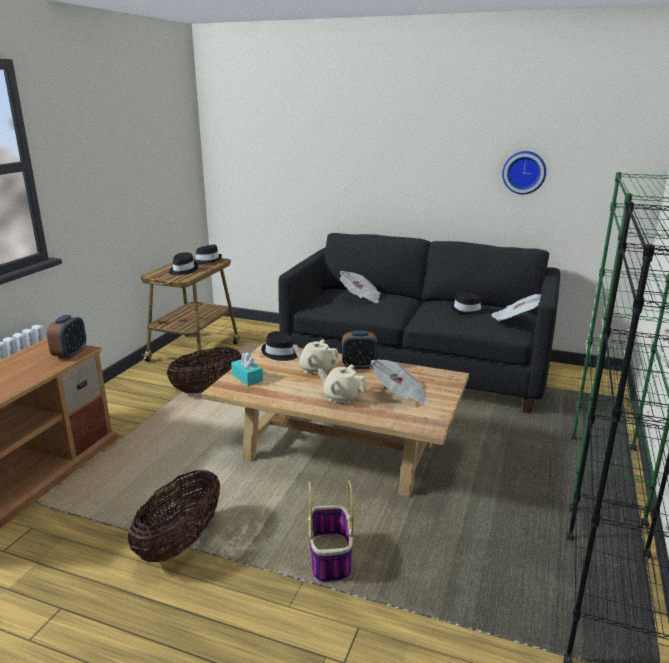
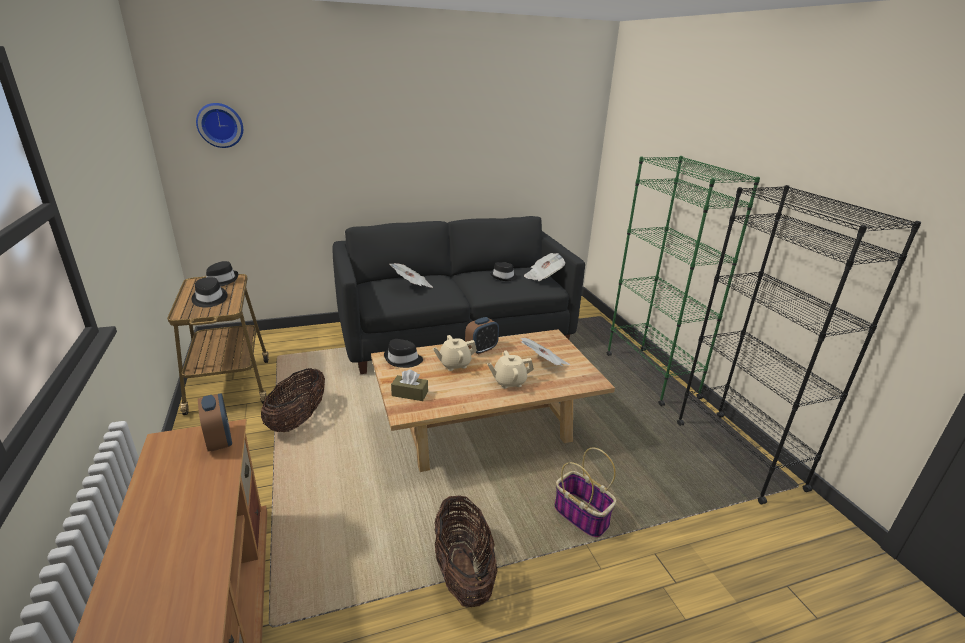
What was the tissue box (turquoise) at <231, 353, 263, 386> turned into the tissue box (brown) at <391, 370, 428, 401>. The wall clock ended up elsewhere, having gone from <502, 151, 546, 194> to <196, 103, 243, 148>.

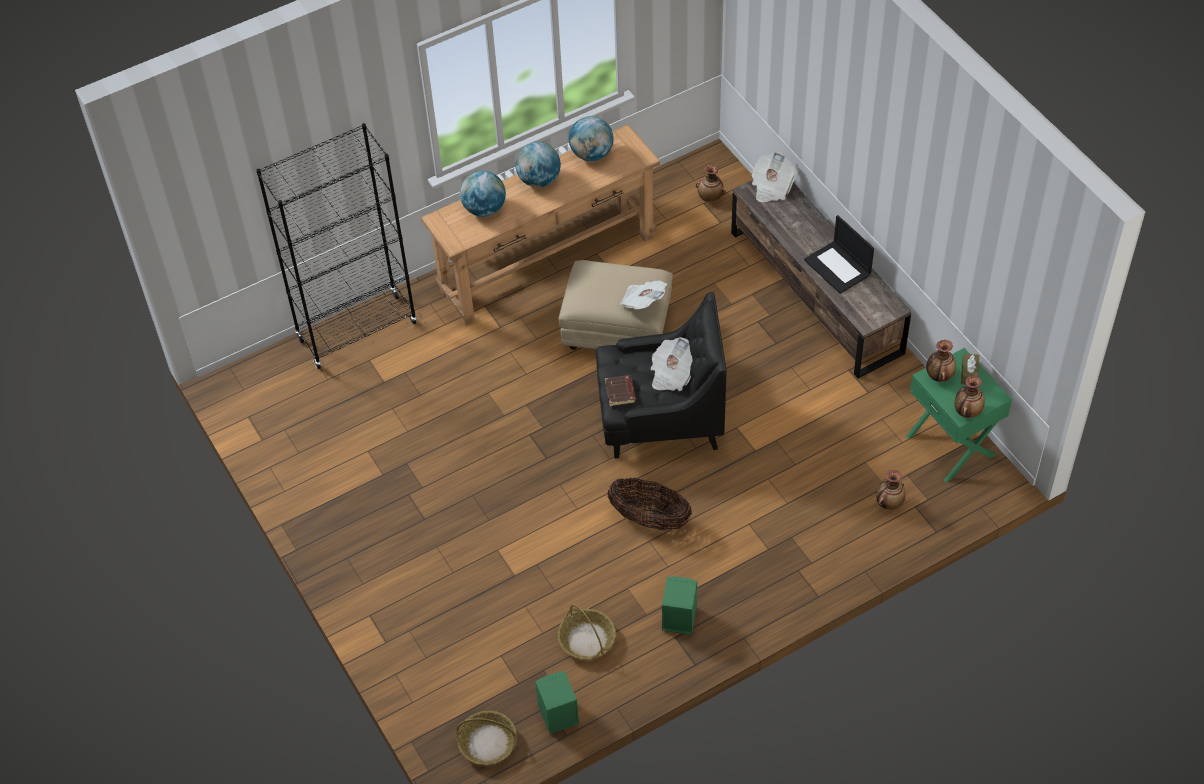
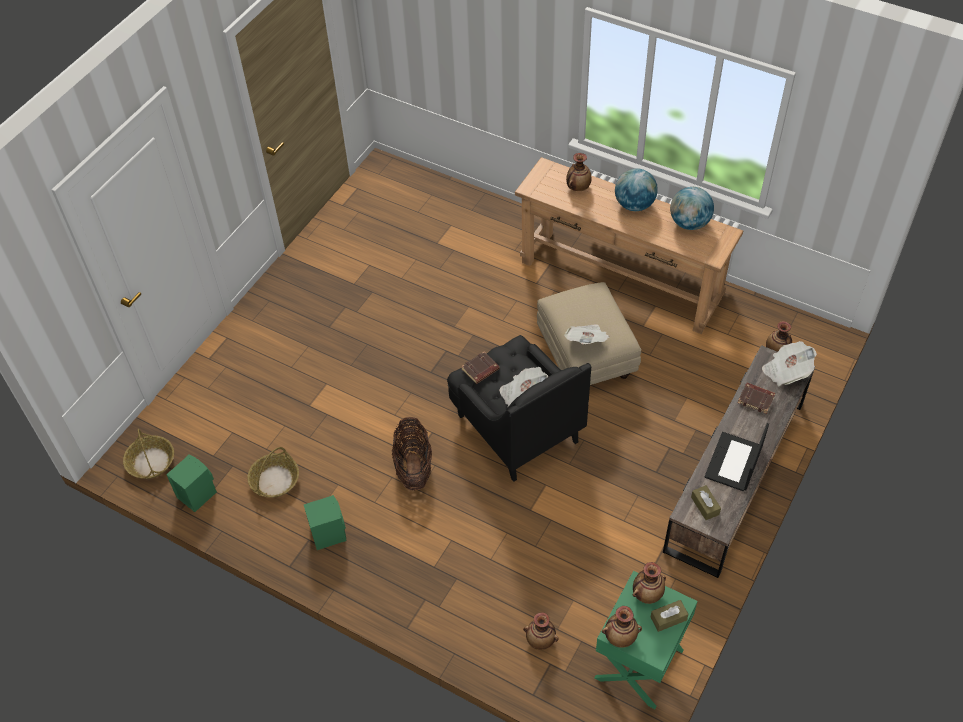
The second view lost the bookcase (black) at <256, 123, 417, 369>. Where the globe stood at <460, 171, 506, 217>, the vase came to stand at <566, 153, 591, 191>. The second view gained the tissue box (brown) at <691, 485, 721, 520>. The second view gained the book (brown) at <738, 383, 775, 414>.

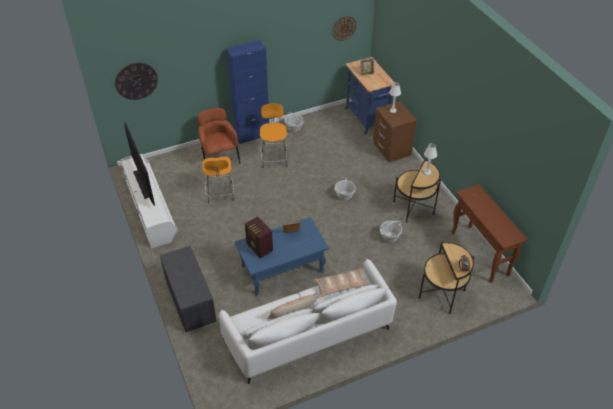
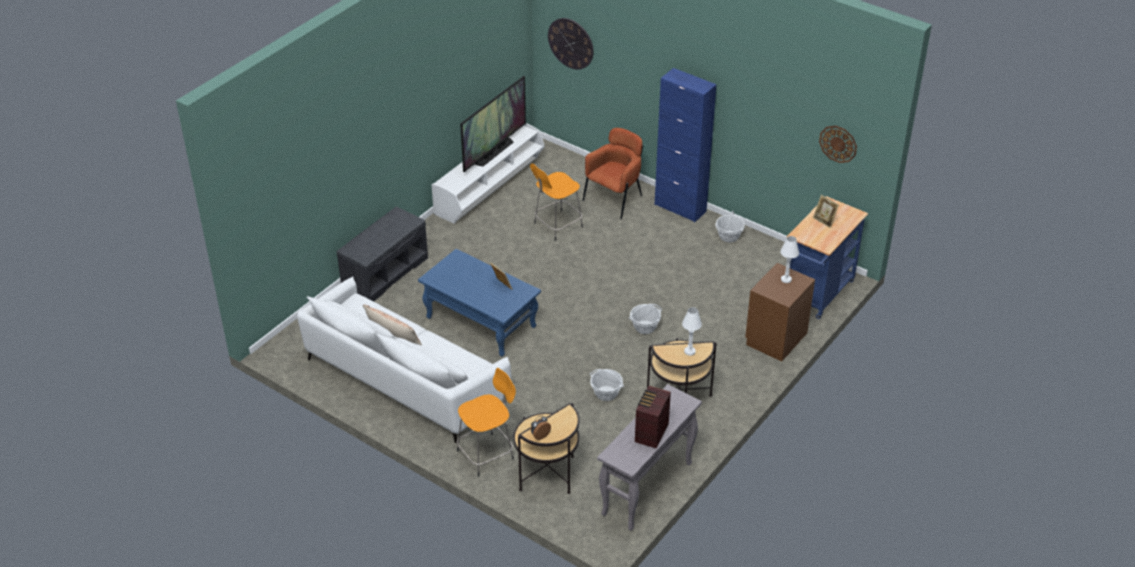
The radio ended up elsewhere, having gone from <245, 216, 273, 258> to <635, 386, 671, 449>. The stool (orange) ended up elsewhere, having gone from <260, 104, 287, 168> to <457, 368, 516, 477>. The second view lost the pillow at <314, 268, 369, 297>. What was the console table (brown) at <451, 184, 528, 283> turned into the console table (grey) at <597, 384, 702, 531>.

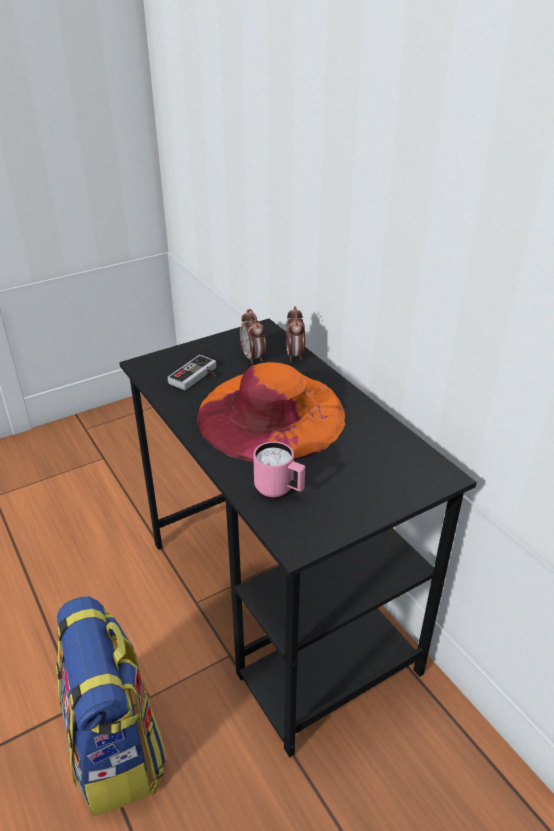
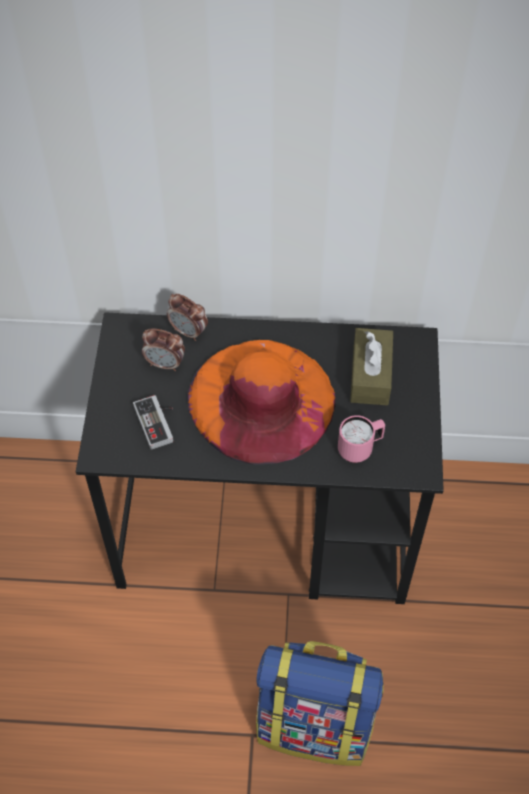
The second view gained the tissue box (brown) at <350, 328, 393, 405>.

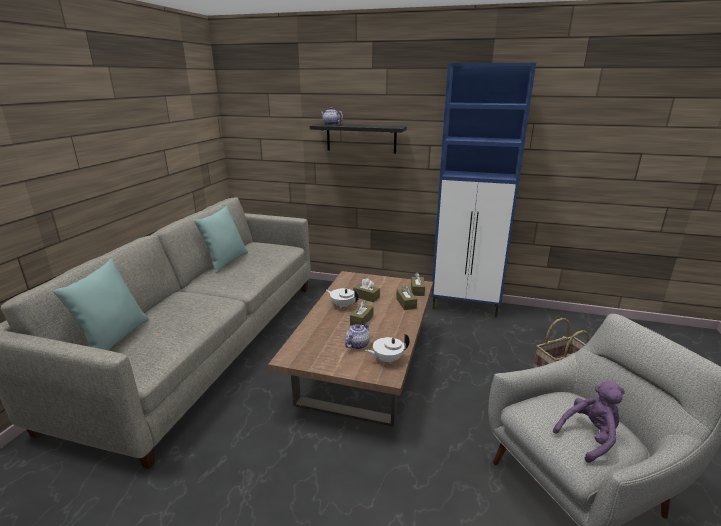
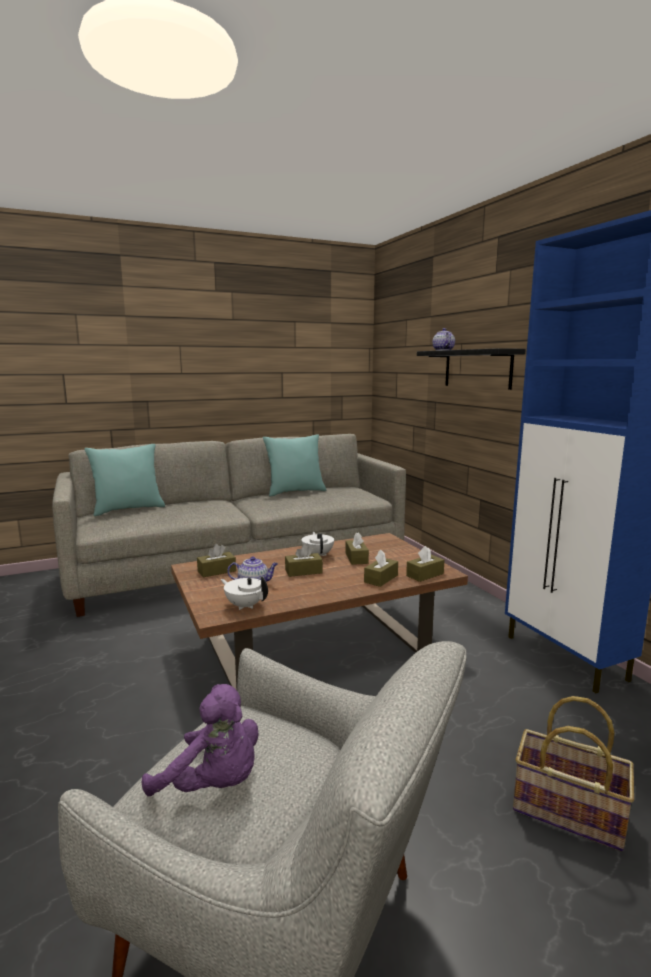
The second view gained the tissue box (brown) at <197, 544, 236, 577>.

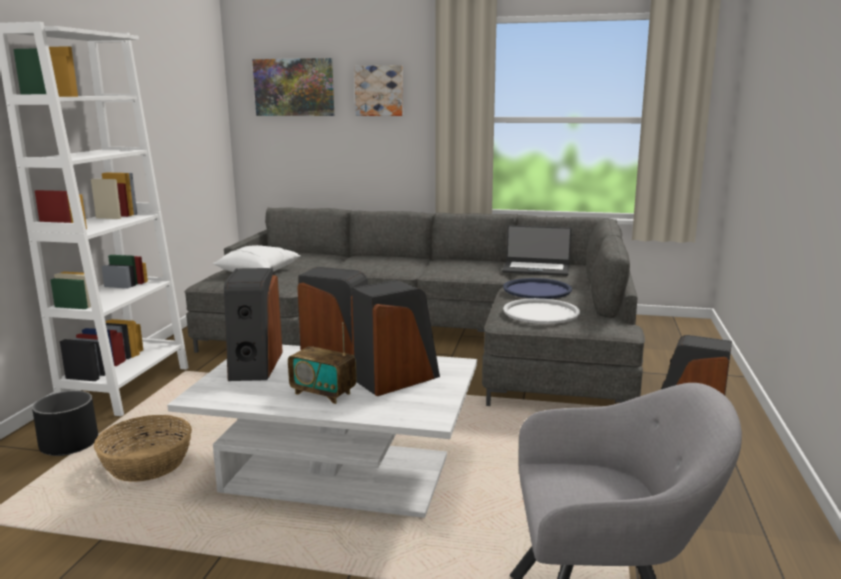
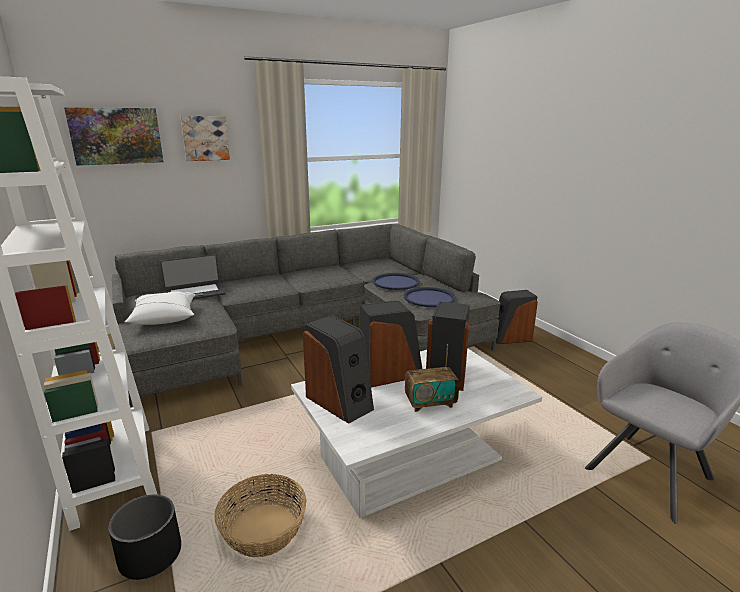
The laptop ended up elsewhere, having gone from <502, 225, 572, 276> to <160, 254, 225, 300>. What was the tray (white) at <503, 298, 580, 324> turned into the tray (blue) at <404, 287, 456, 307>.

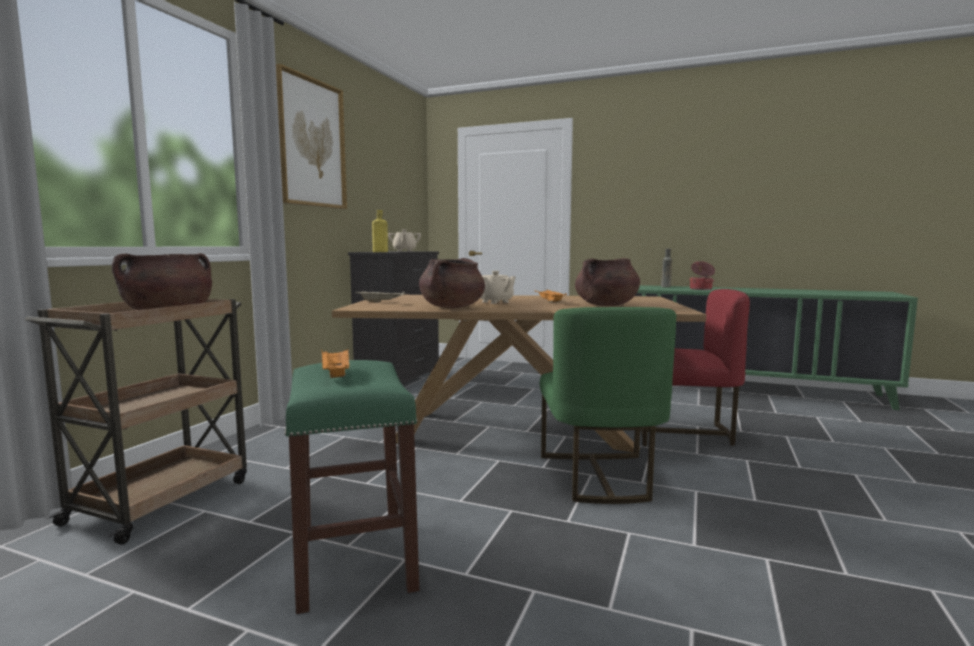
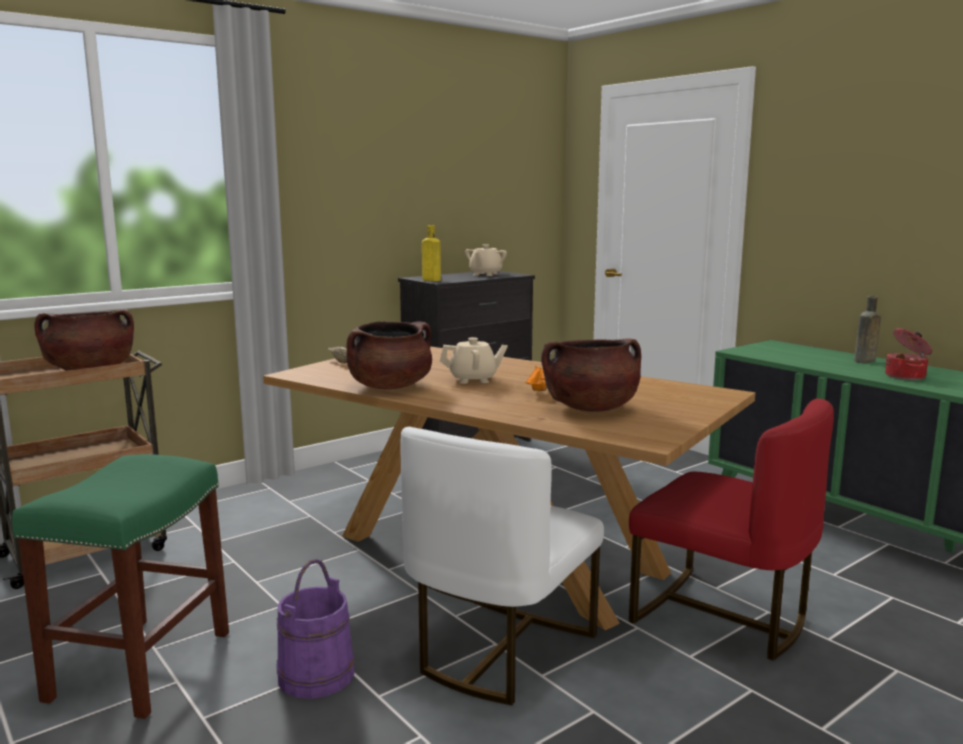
The second view lost the picture at <276, 64, 347, 209>. The second view lost the tray (orange) at <321, 350, 349, 378>. What was the chair (green) at <540, 307, 676, 504> turned into the chair (white) at <401, 427, 604, 705>. The second view gained the bucket (purple) at <276, 559, 355, 699>.

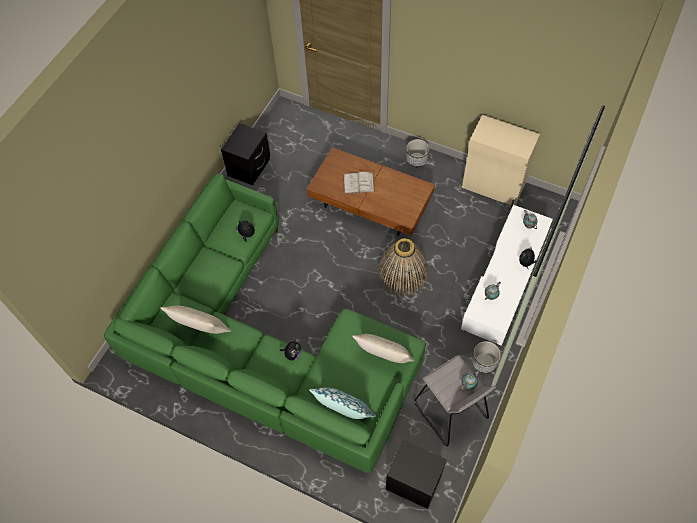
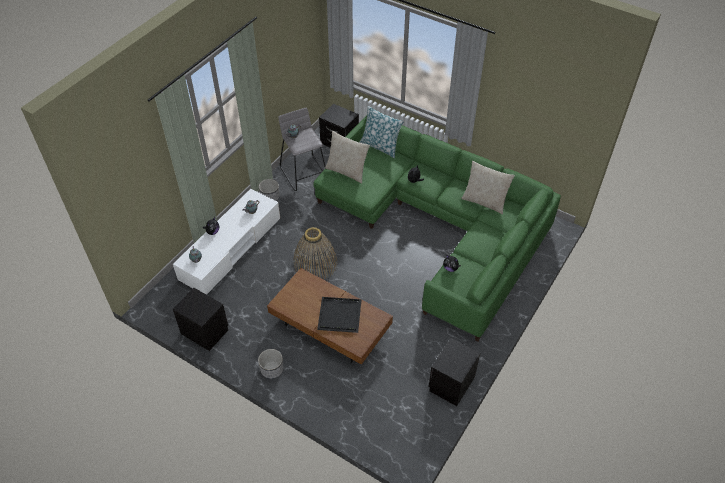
Where the book (white) stood at <343, 172, 375, 194>, the tray (black) came to stand at <317, 297, 362, 333>. Where the cabinet (beige) stood at <462, 115, 540, 207>, the nightstand (black) came to stand at <173, 288, 228, 351>.

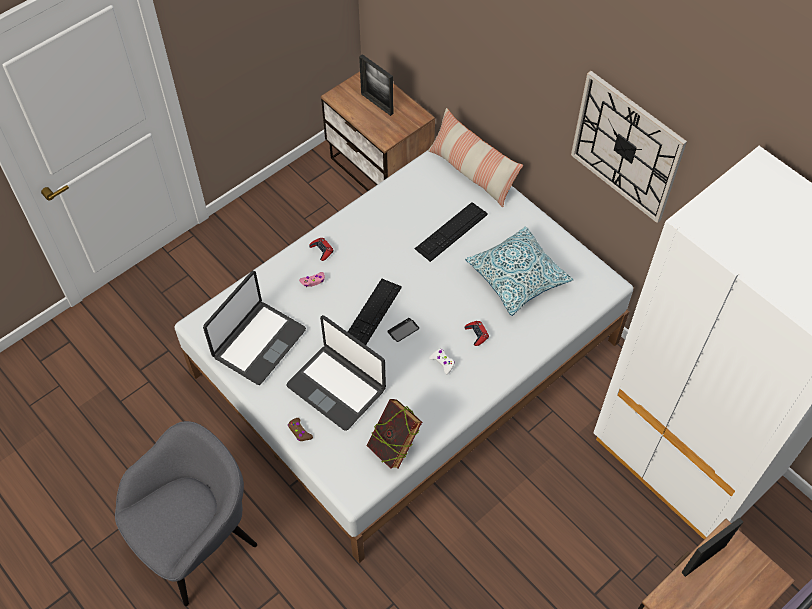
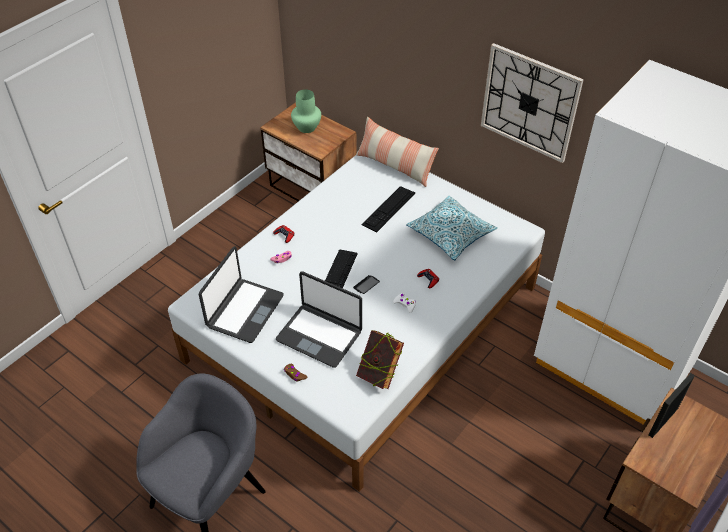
Where the picture frame stood at <359, 54, 393, 116>, the vase (green) came to stand at <291, 90, 321, 133>.

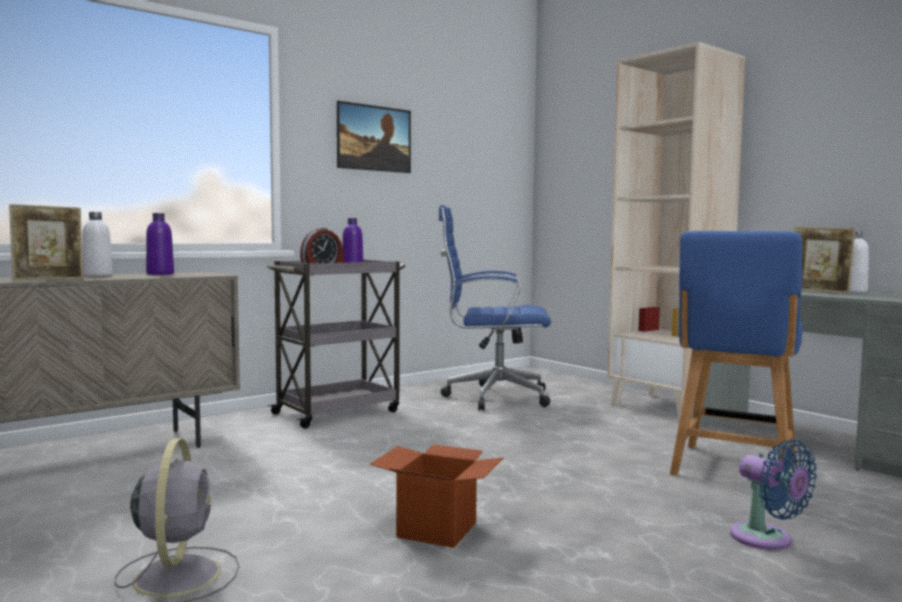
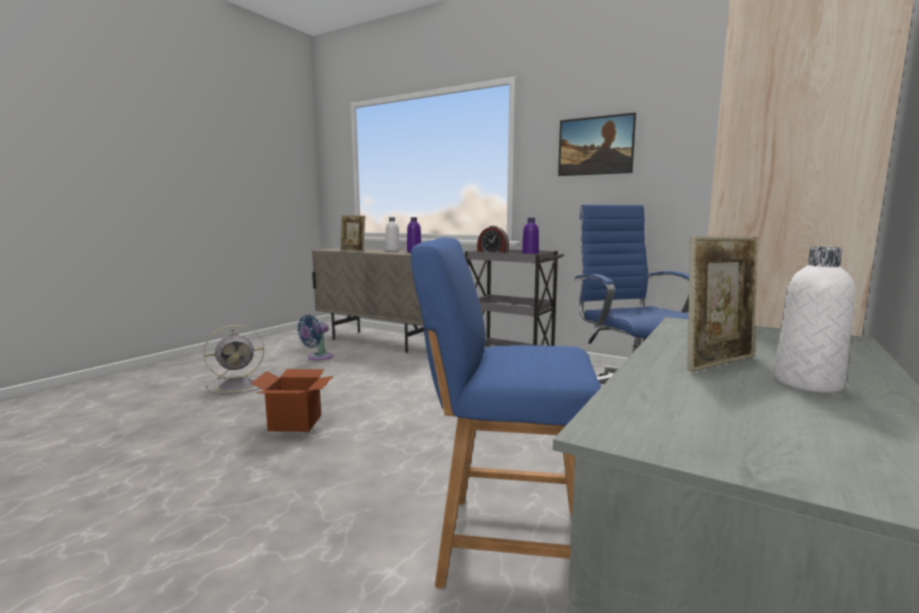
The fan (blue) ended up elsewhere, having gone from <730, 439, 817, 550> to <297, 315, 333, 360>. The picture frame at <794, 226, 856, 294> ended up facing another way, 135 degrees counterclockwise from before.

